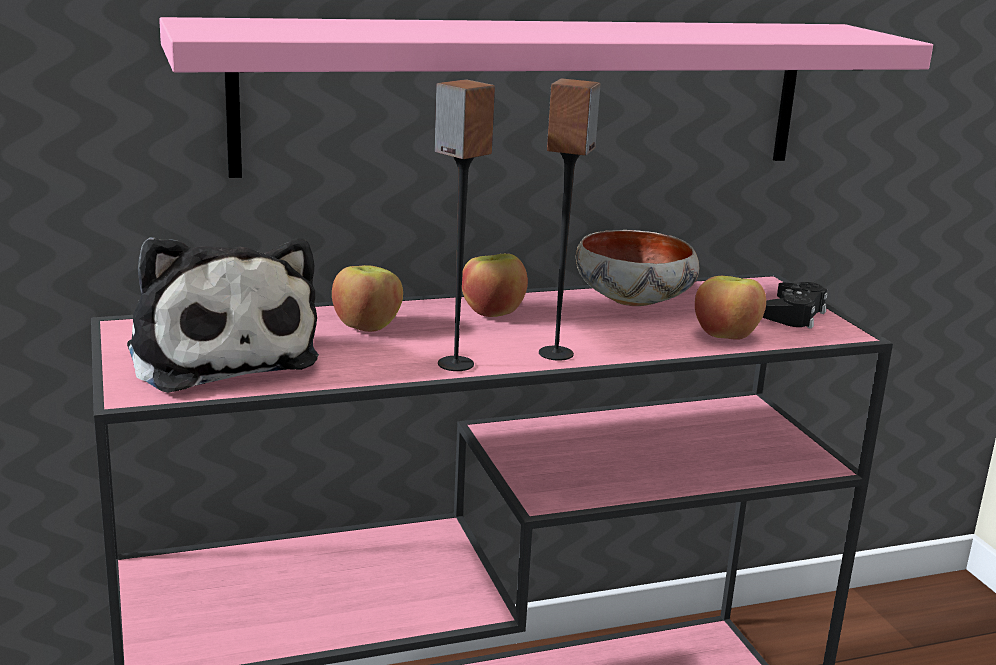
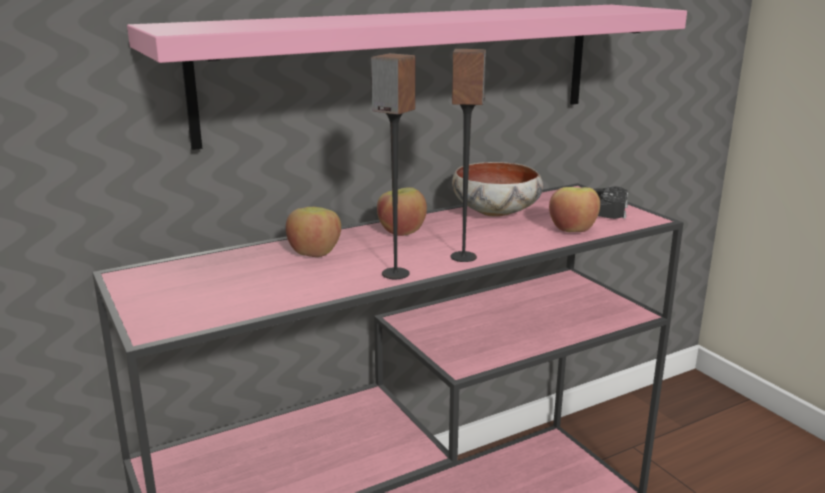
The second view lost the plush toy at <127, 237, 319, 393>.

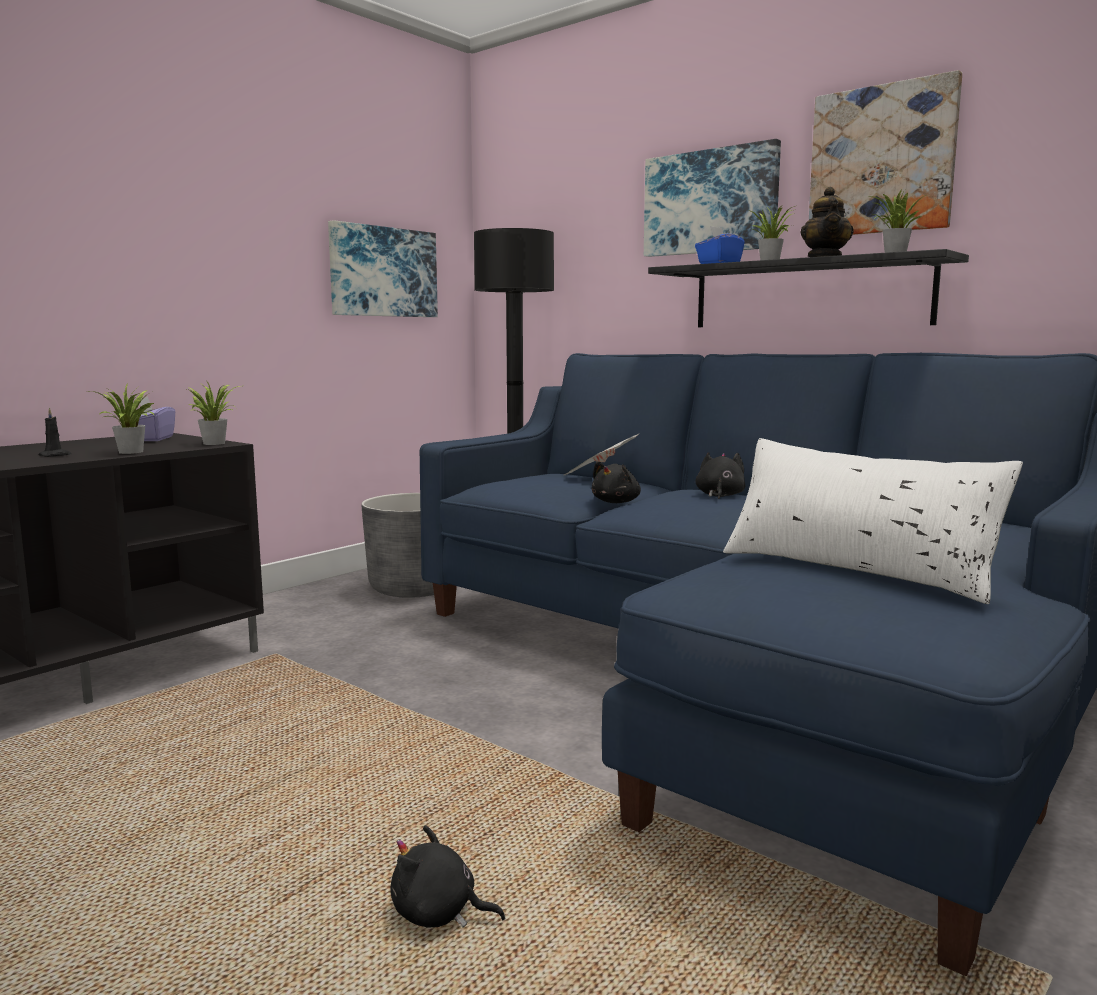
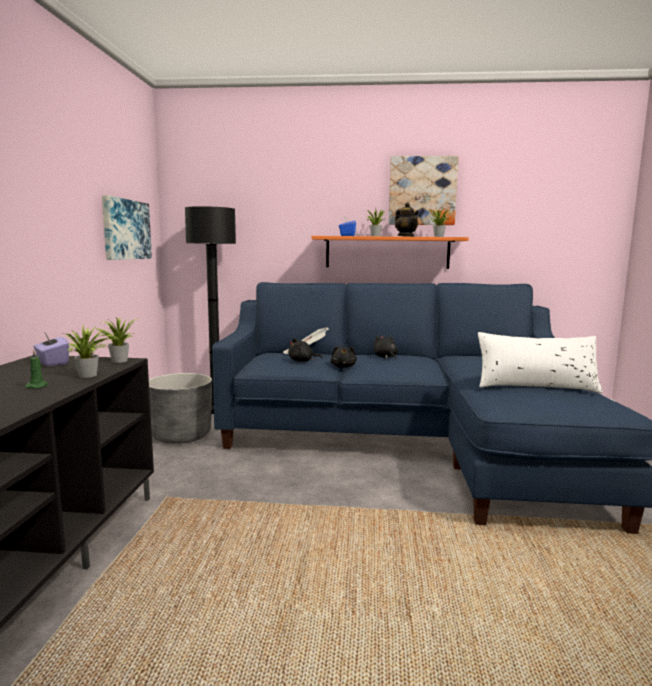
What was the candle (black) at <39, 407, 71, 457> turned into the candle (green) at <25, 350, 49, 389>. The plush toy (black) ended up elsewhere, having gone from <390, 825, 505, 928> to <288, 338, 322, 362>. The second view lost the picture at <644, 139, 781, 257>. What was the shelf (black) at <648, 249, 969, 327> turned into the shelf (orange) at <311, 236, 469, 269>.

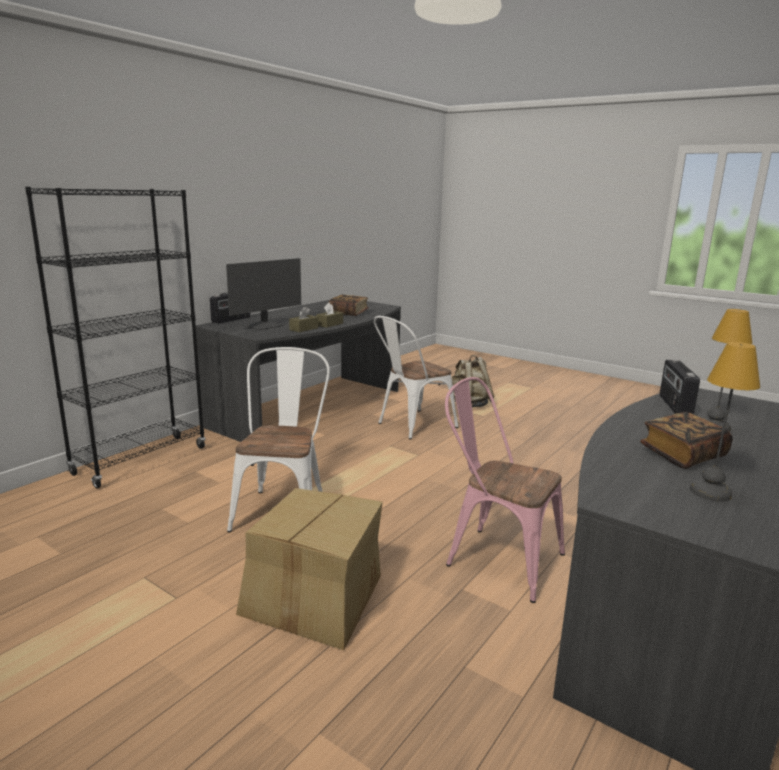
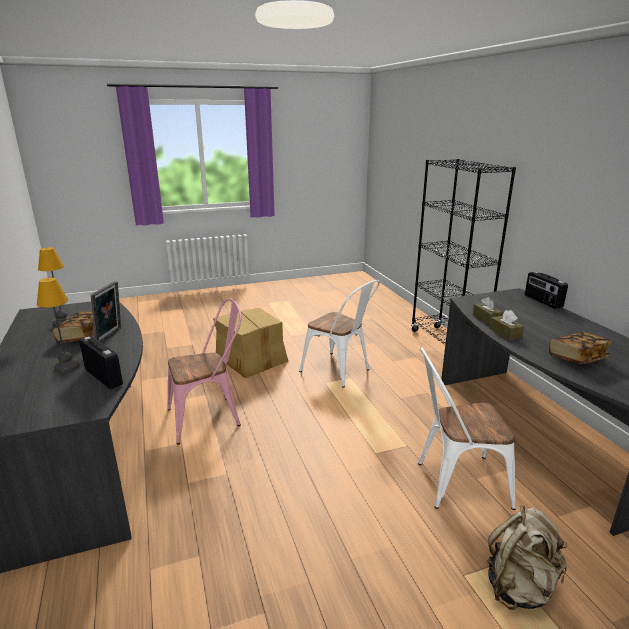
The second view lost the monitor at <226, 258, 301, 330>. The chair (white) at <374, 316, 458, 439> ended up facing another way, 90 degrees counterclockwise from before. The second view gained the picture frame at <91, 281, 121, 343>.

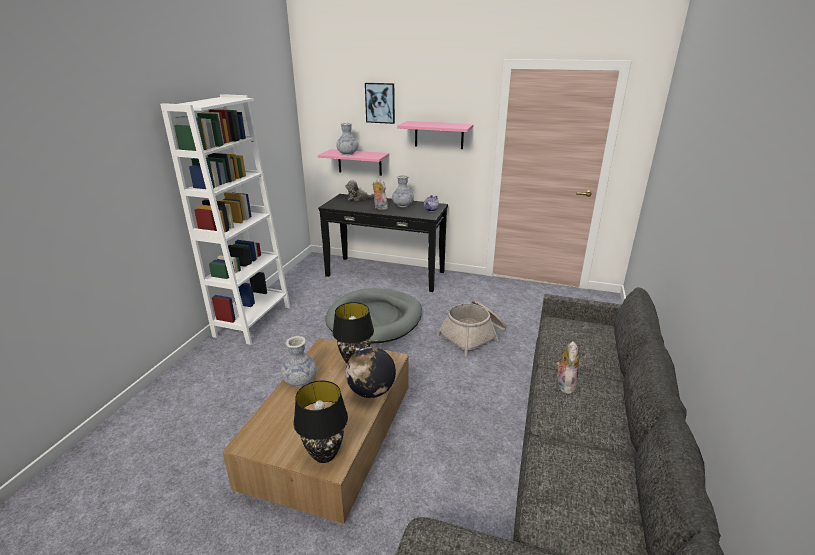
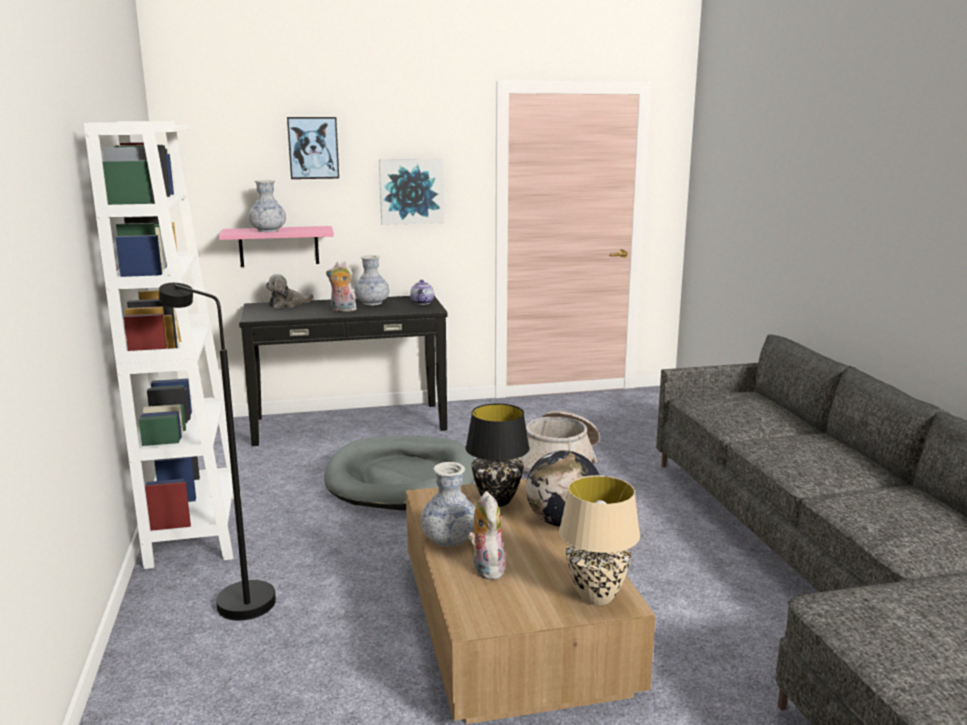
What was the table lamp (black) at <294, 380, 348, 463> turned into the table lamp (beige) at <559, 475, 640, 605>. Where the shelf (pink) hung at <397, 121, 474, 149>, the picture came to hang at <379, 159, 444, 225>. The plush toy ended up elsewhere, having gone from <556, 341, 579, 394> to <468, 491, 506, 580>. The second view gained the floor lamp (black) at <159, 283, 276, 620>.

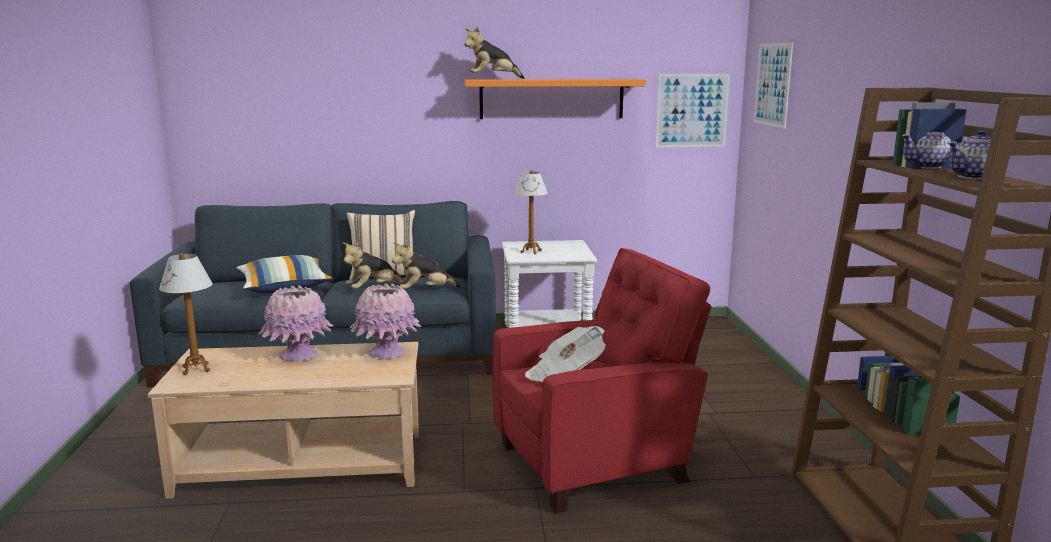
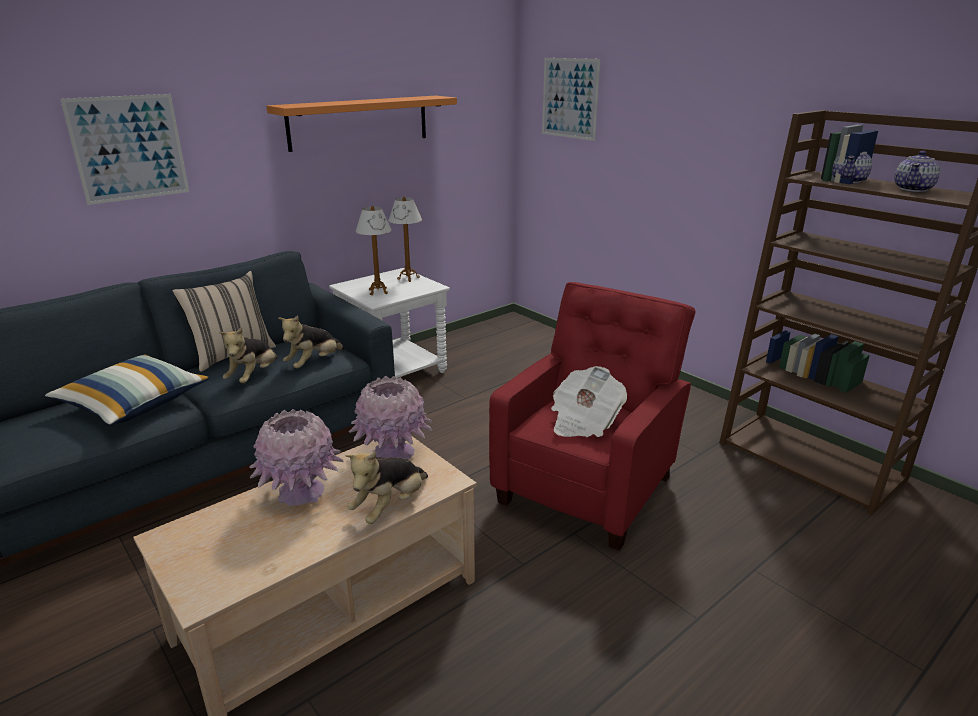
The table lamp ended up elsewhere, having gone from <159, 253, 213, 375> to <388, 196, 422, 282>. The plush toy ended up elsewhere, having gone from <464, 27, 525, 79> to <345, 452, 428, 524>. The picture ended up elsewhere, having gone from <655, 74, 730, 147> to <60, 94, 189, 205>.

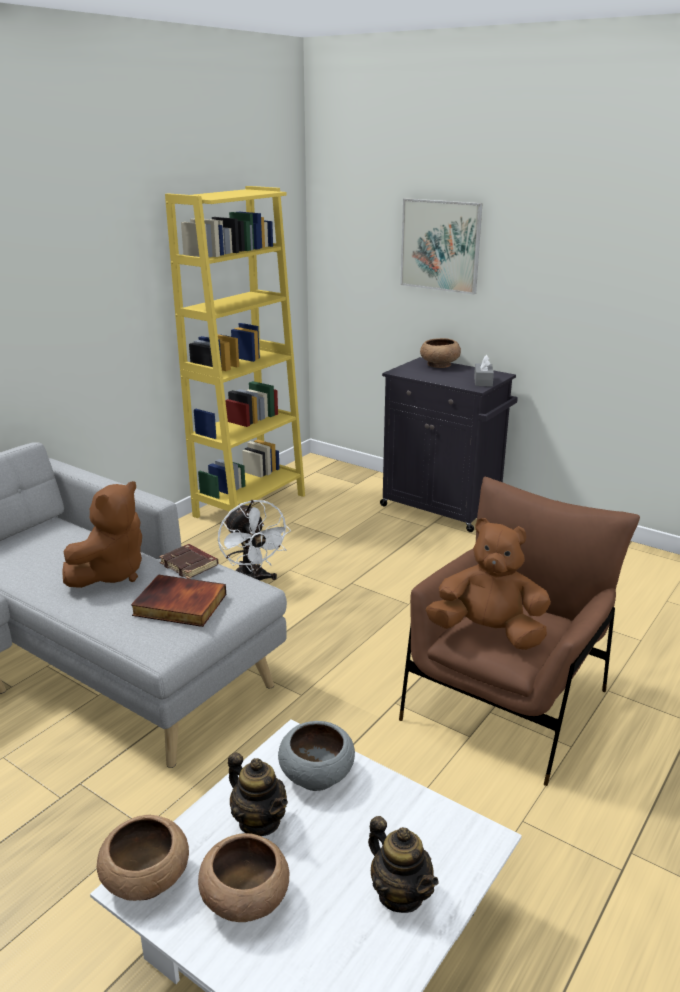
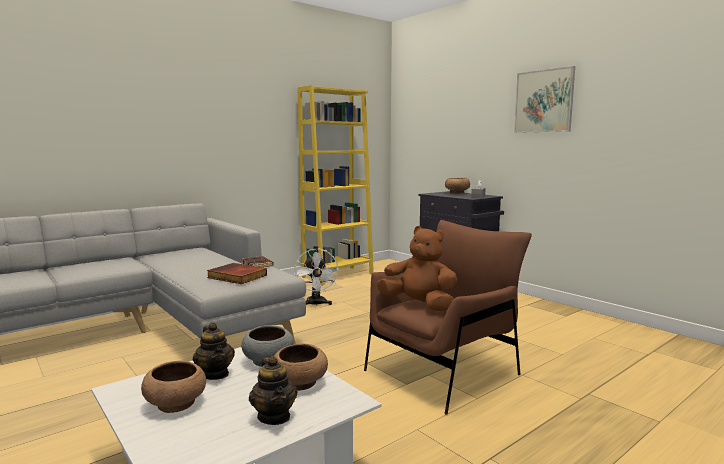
The second view lost the plush toy (brown) at <62, 481, 142, 588>. The bowl (brown) ended up elsewhere, having gone from <97, 815, 189, 901> to <274, 343, 328, 391>. The picture ended up elsewhere, having gone from <400, 198, 483, 294> to <514, 66, 575, 133>.

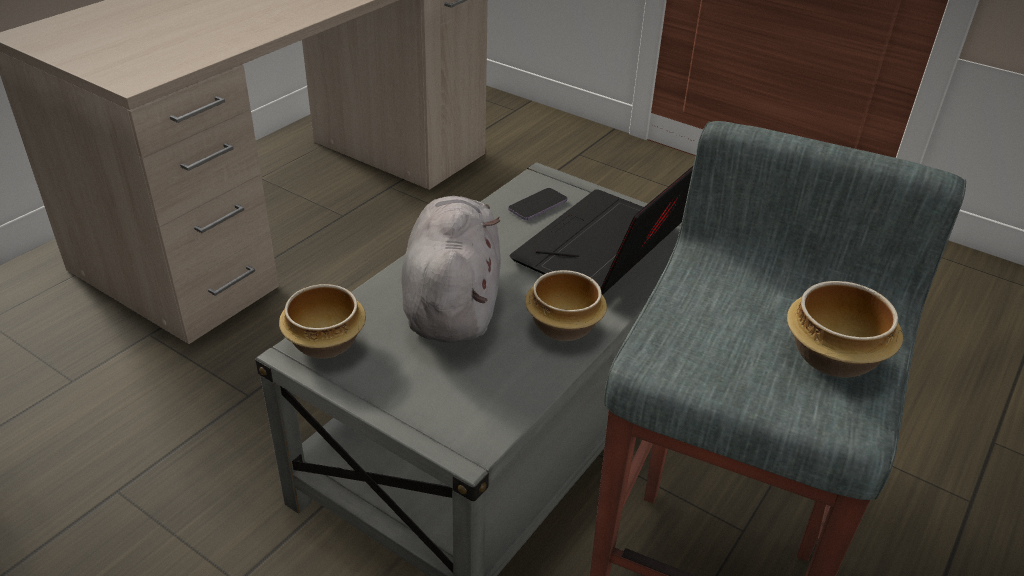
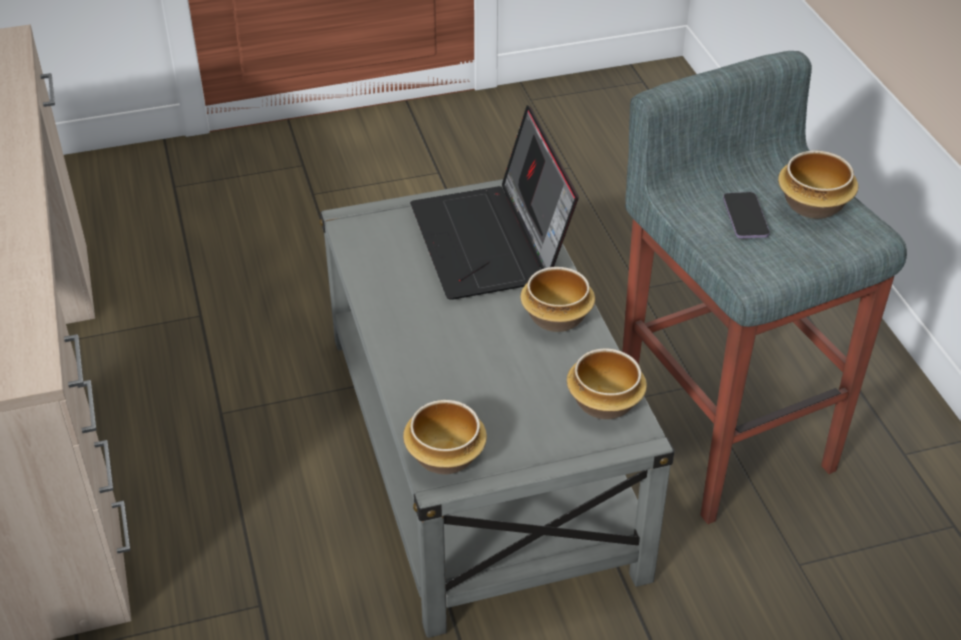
The second view lost the plush toy (grey) at <402, 196, 501, 343>. The phone ended up elsewhere, having gone from <508, 188, 567, 220> to <723, 192, 770, 239>. The second view gained the bowl at <567, 349, 647, 420>.

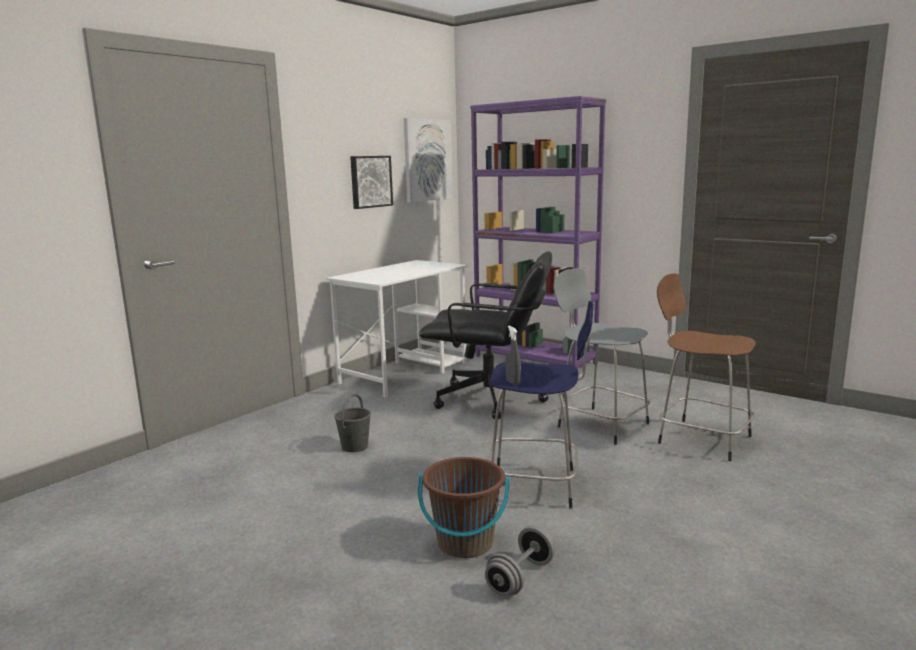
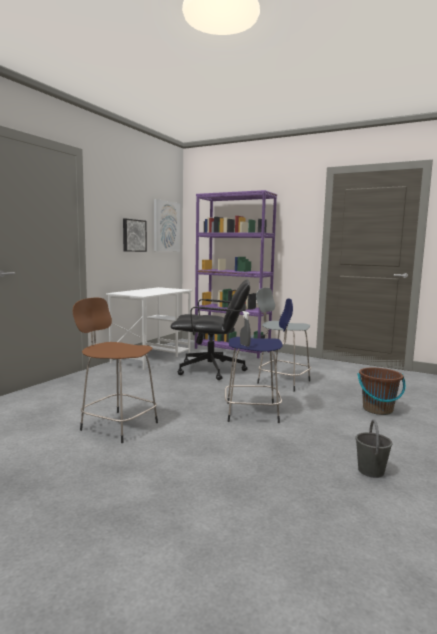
The bucket (grey) ended up elsewhere, having gone from <334, 393, 371, 452> to <356, 419, 393, 478>. The bucket (brown) ended up elsewhere, having gone from <418, 457, 510, 558> to <358, 368, 406, 415>. The second view lost the dumbbell (grey) at <485, 526, 555, 596>. The stool (brown) ended up elsewhere, having gone from <657, 273, 755, 461> to <72, 298, 158, 443>.

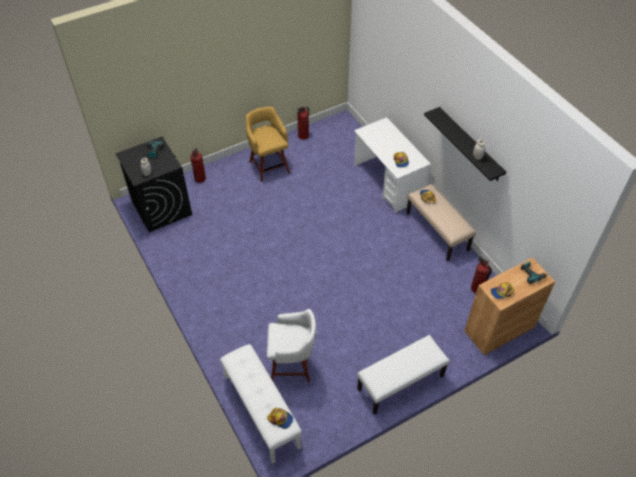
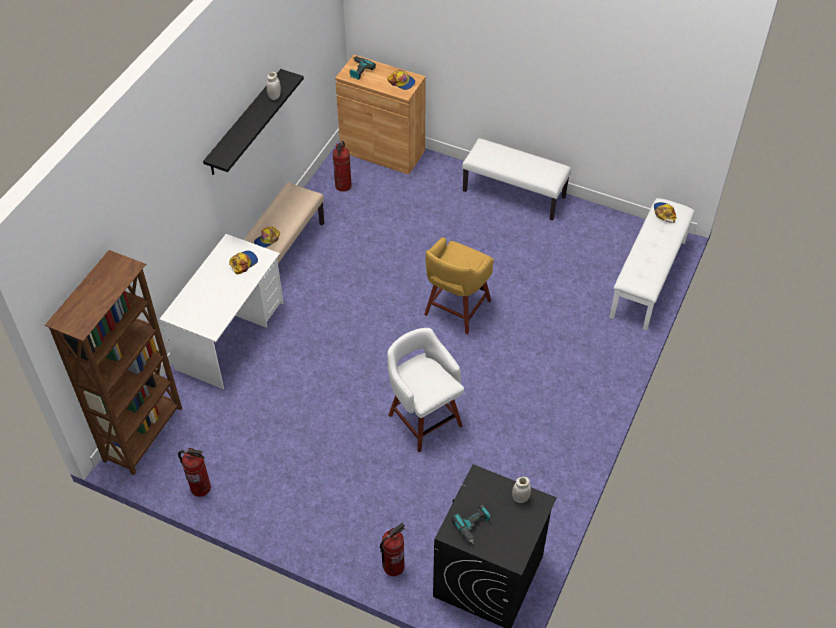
The stool (yellow) ended up elsewhere, having gone from <246, 107, 290, 182> to <424, 237, 494, 334>. The stool (white) ended up elsewhere, having gone from <267, 309, 316, 382> to <387, 328, 464, 452>. The second view gained the bookcase (brown) at <45, 250, 182, 475>.

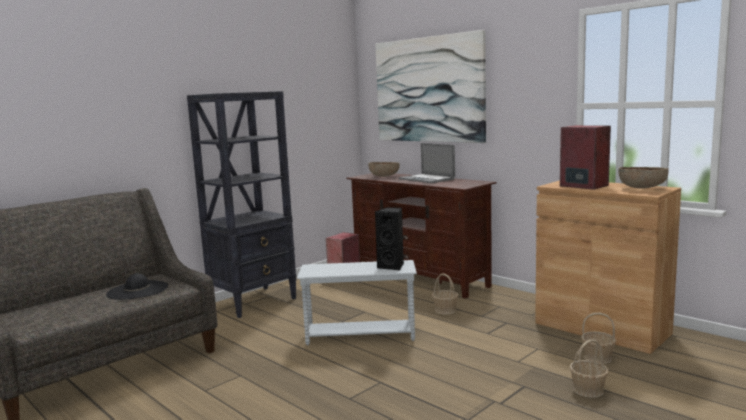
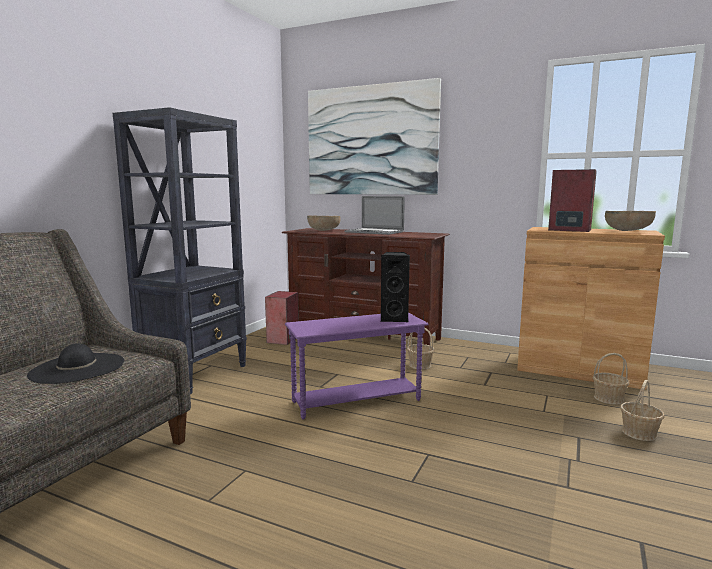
What was the side table (white) at <297, 260, 417, 346> turned into the side table (purple) at <285, 313, 429, 420>.

